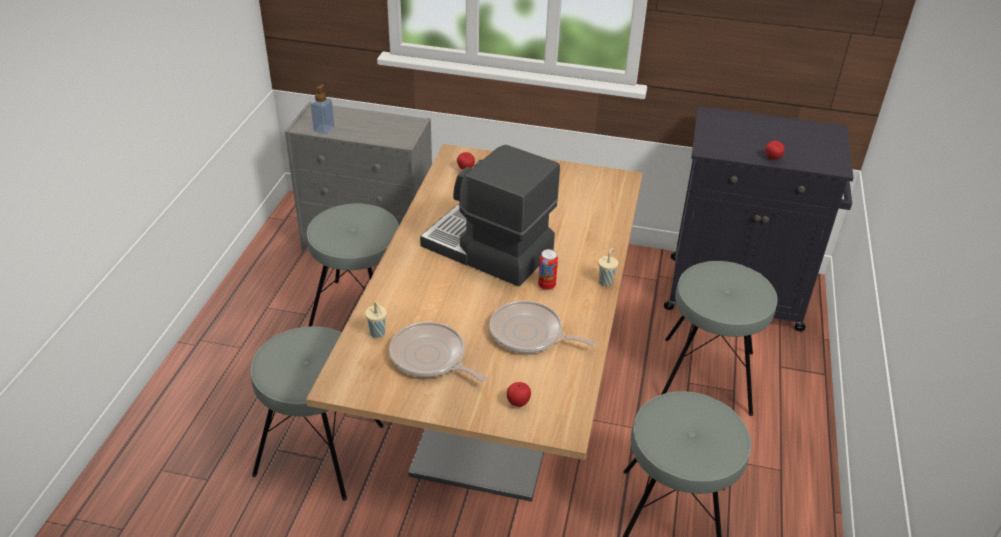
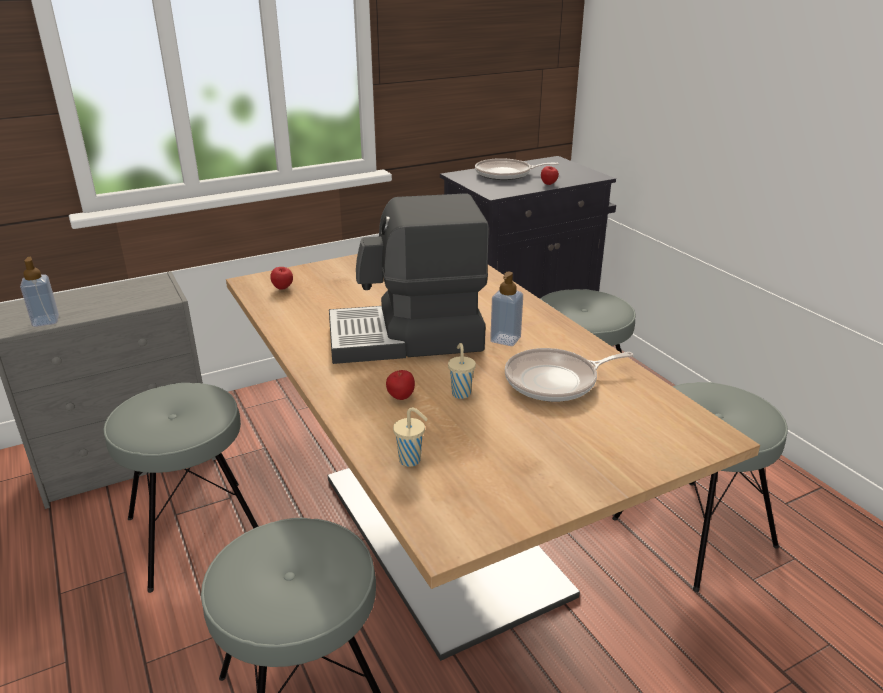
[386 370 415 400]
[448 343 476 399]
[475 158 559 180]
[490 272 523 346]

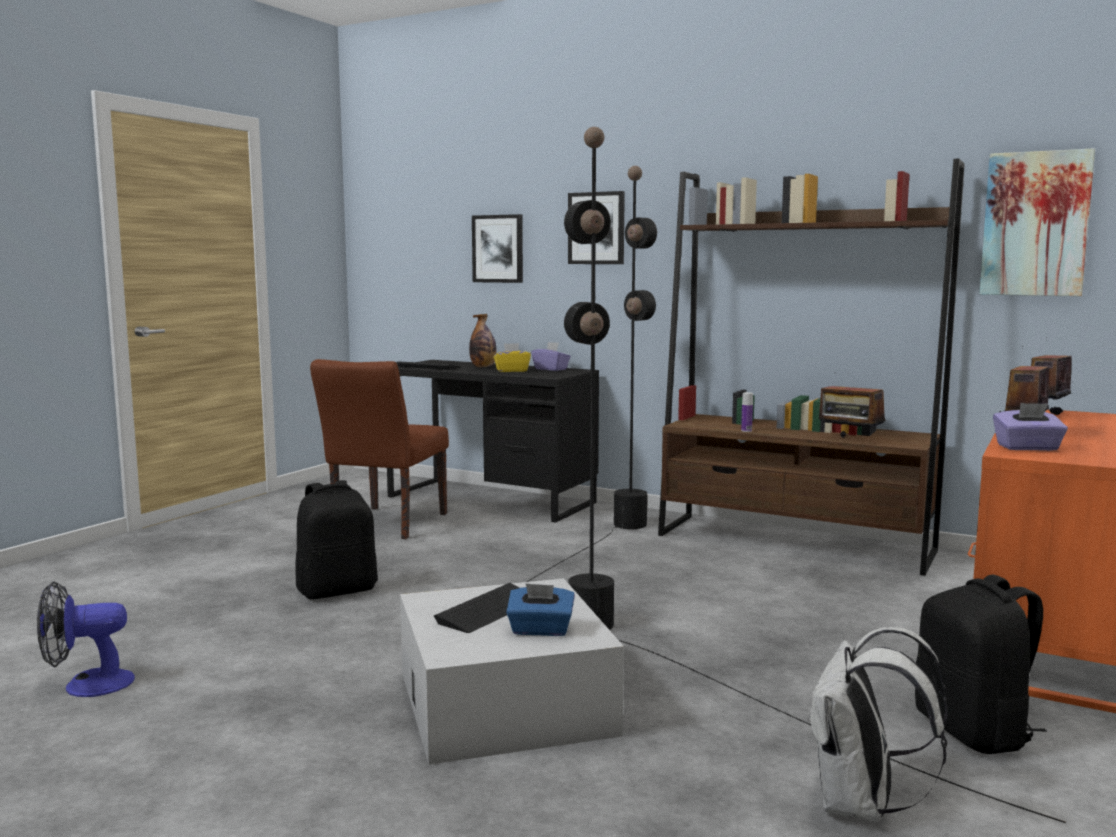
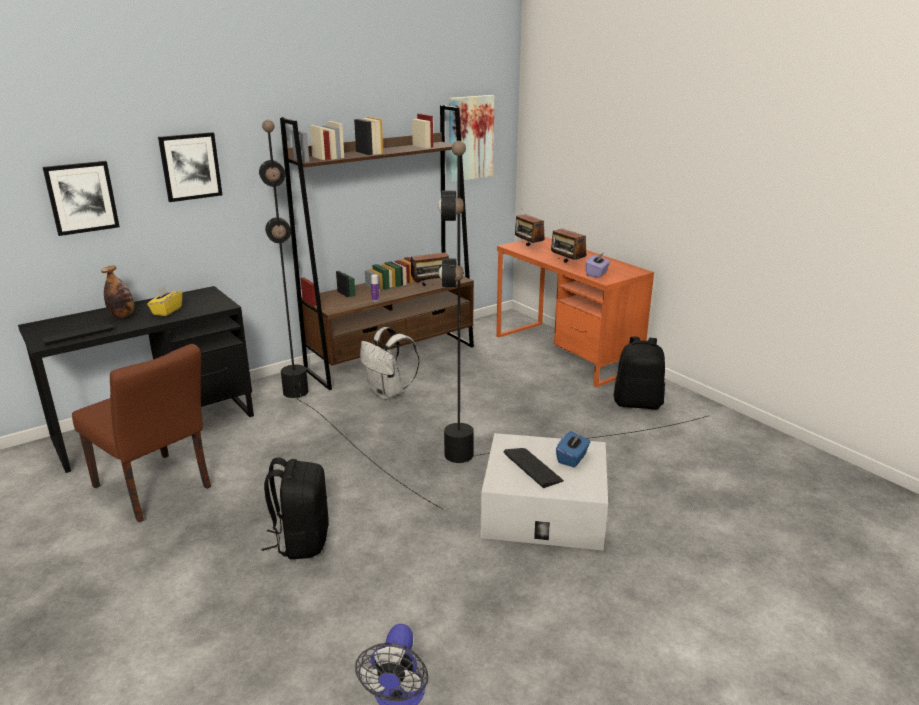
[360 327 419 400]
[531 342 571 371] (first image)

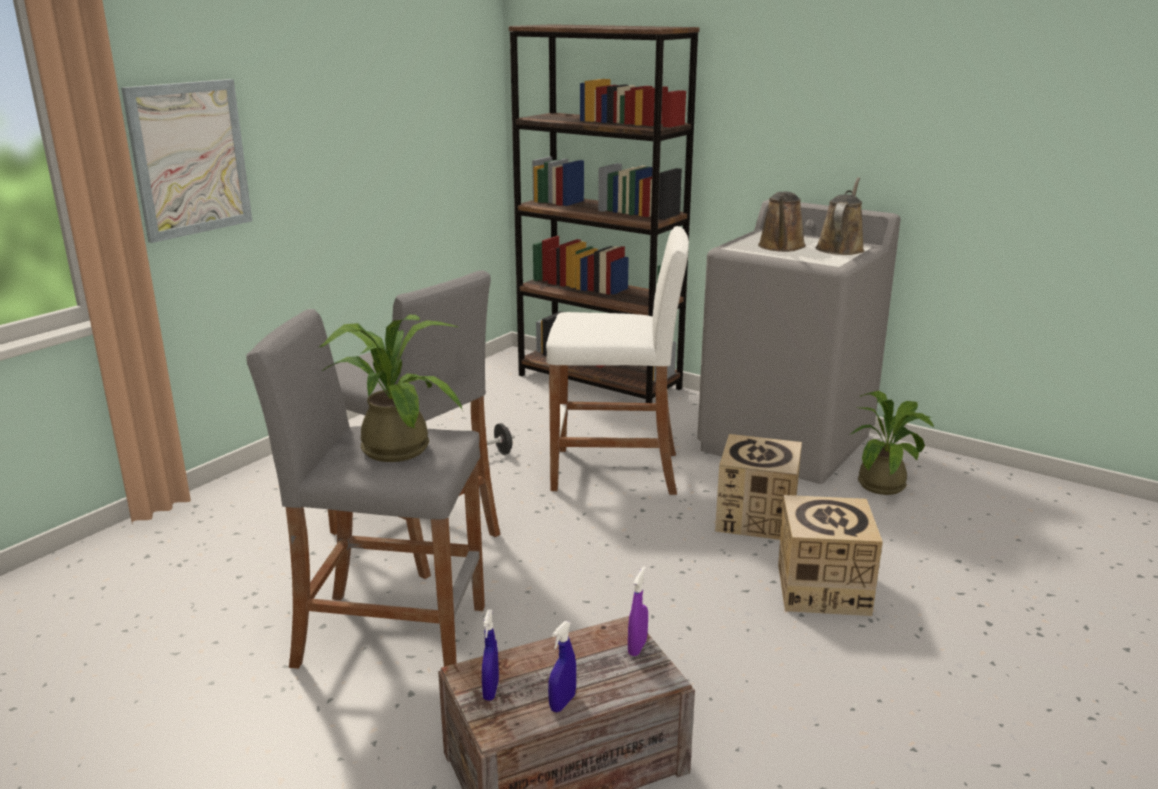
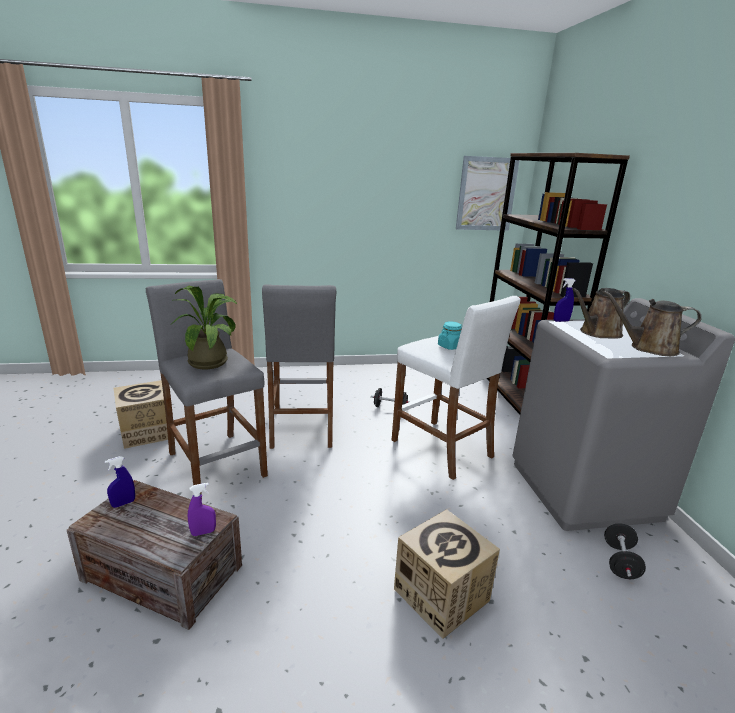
[114 380 168 449]
[438 322 462 350]
[456 156 520 231]
[554 278 575 322]
[603 290 702 356]
[604 524 646 579]

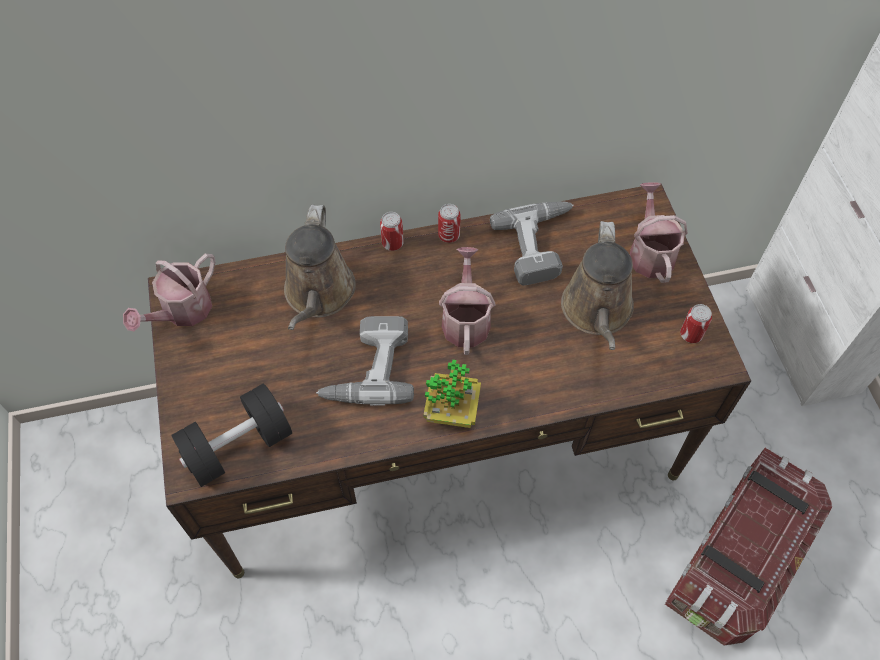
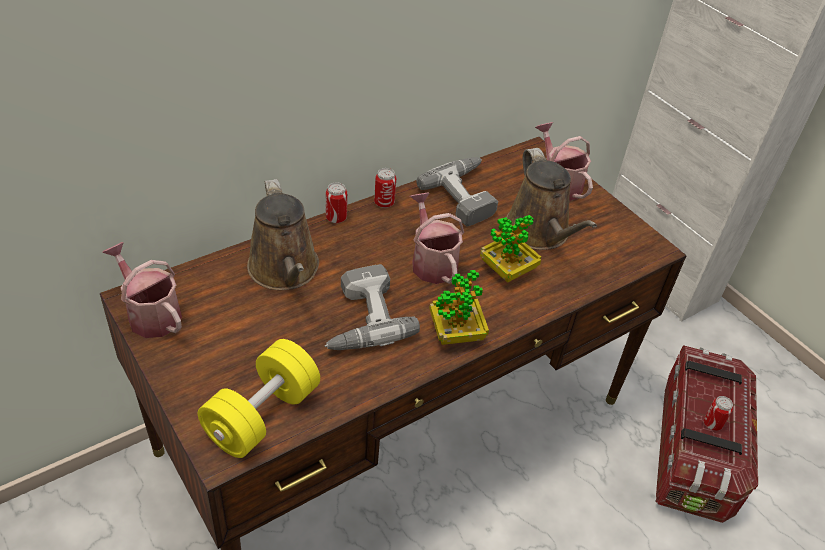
[102 242 182 338]
[198 339 320 458]
[480 215 541 283]
[703 396 733 431]

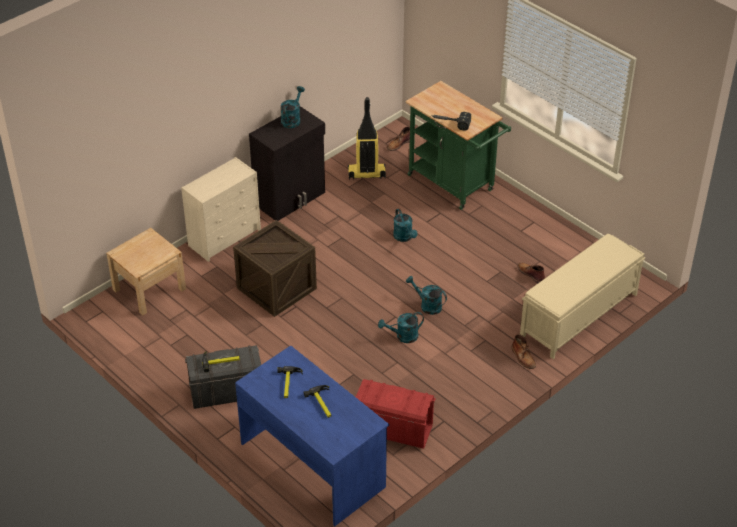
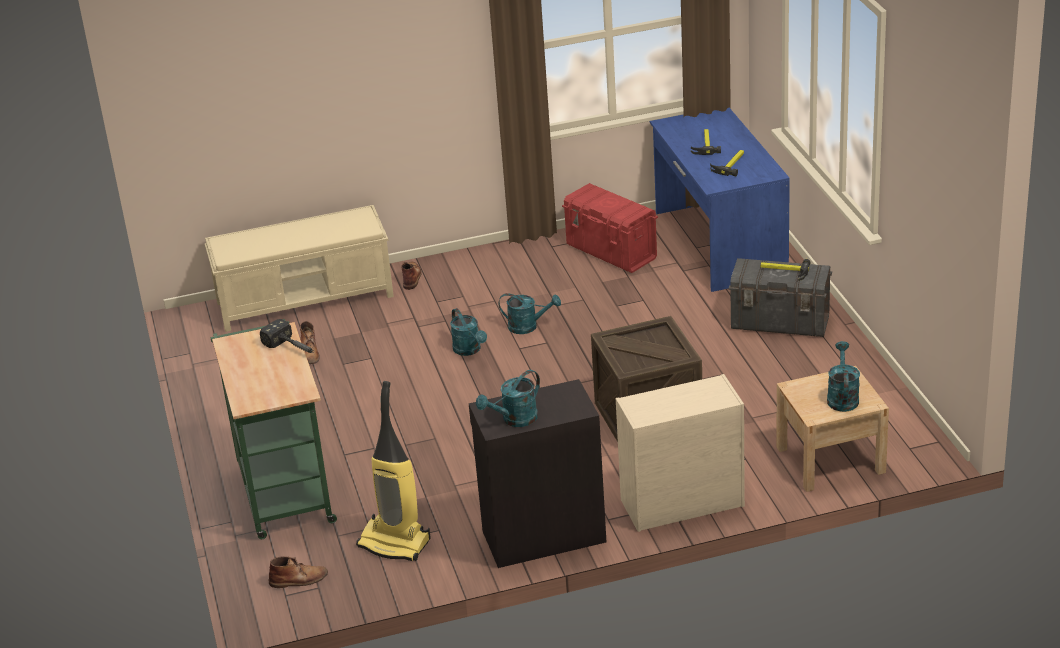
[827 341 860 412]

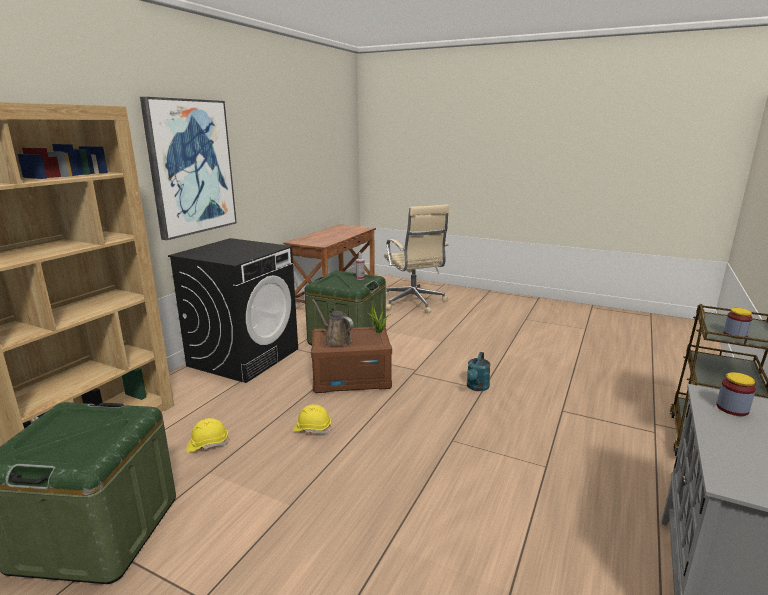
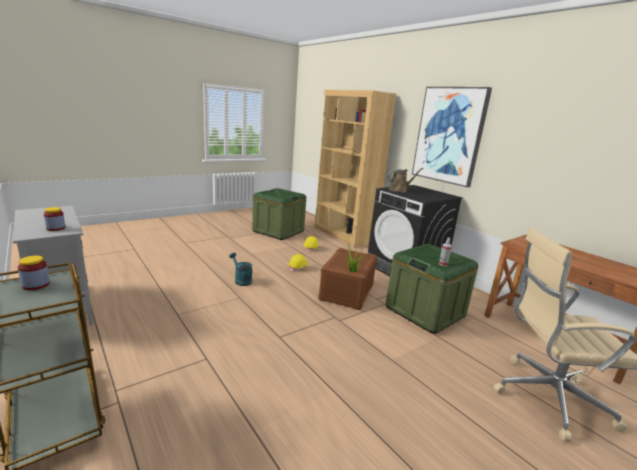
[229 253 253 286]
[387 168 424 192]

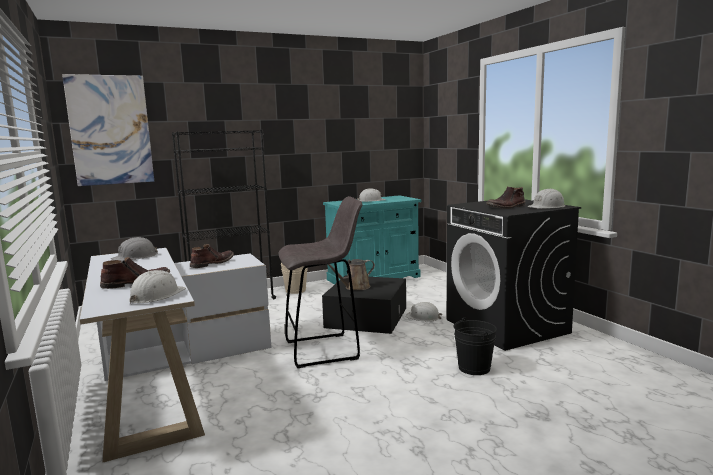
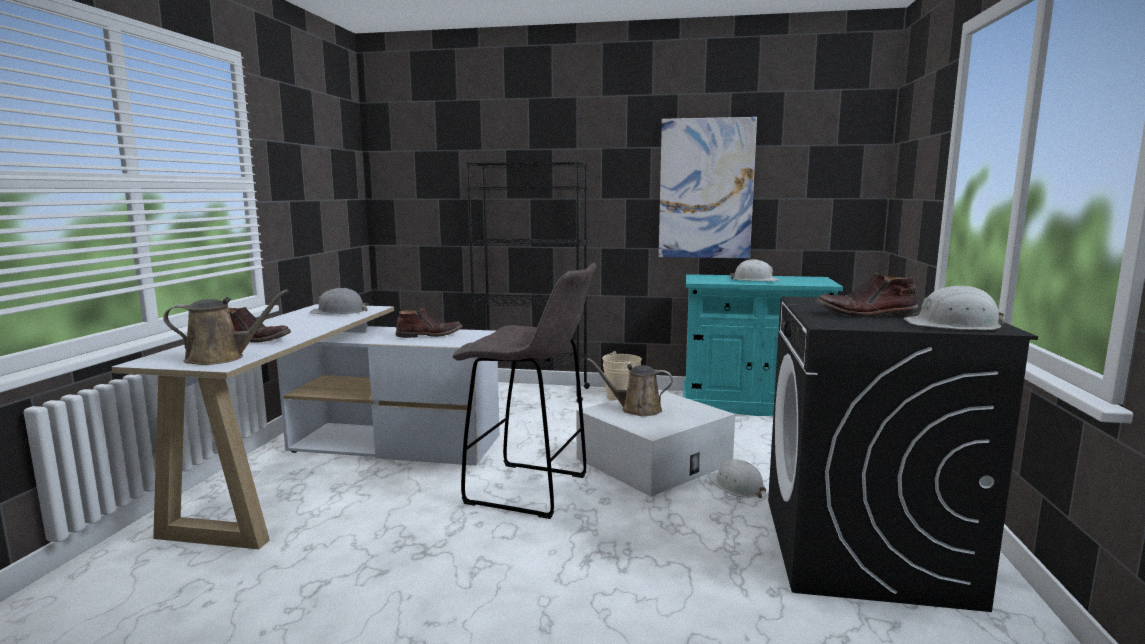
[163 289 289 365]
[577 389 735 496]
[659 117 757 258]
[454 318 497 375] (first image)

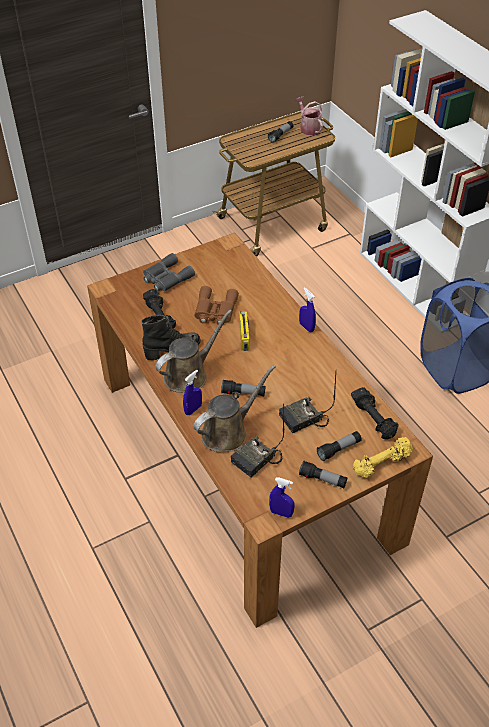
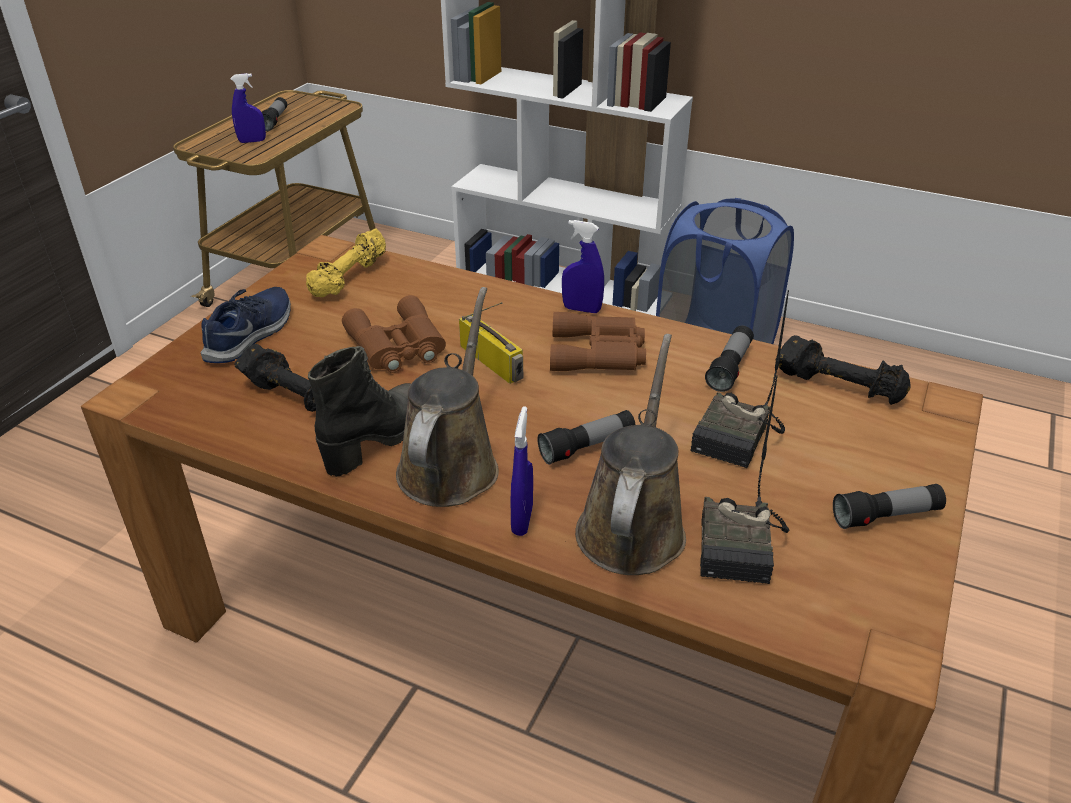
[201 287 291 363]
[231 73 266 143]
[306 228 386 297]
[550 312 646 371]
[705 326 754 392]
[295 97 323 135] (first image)

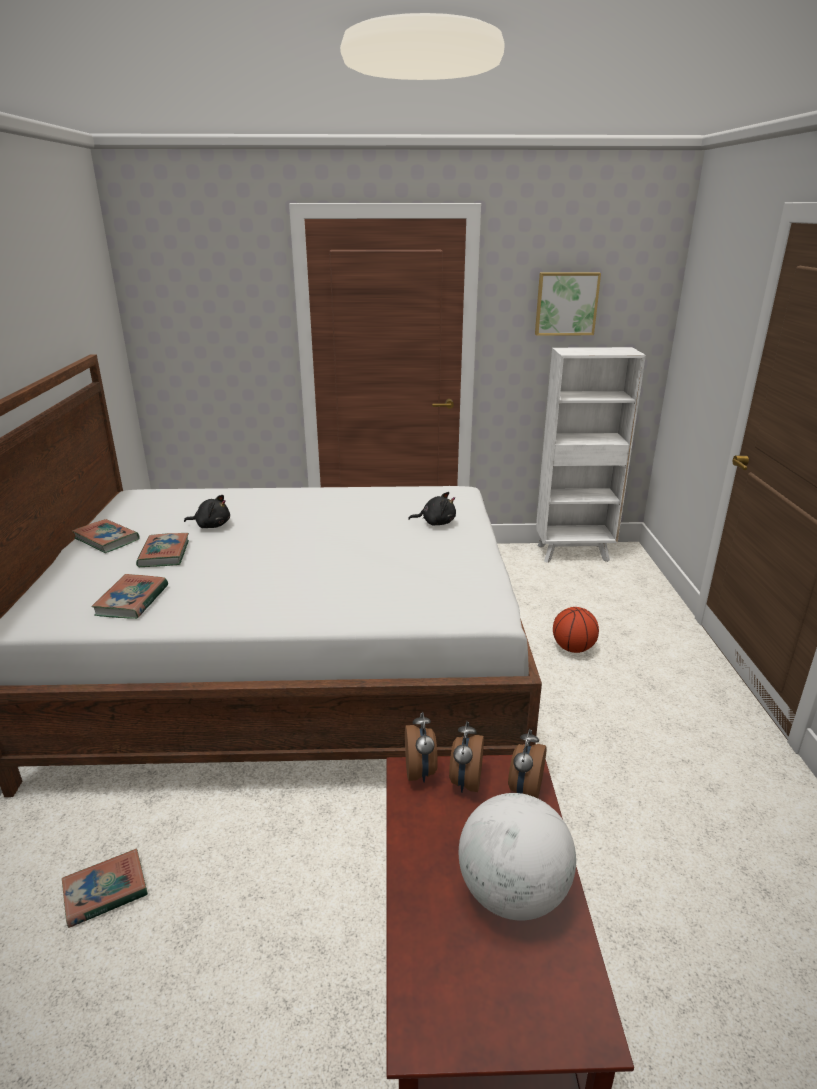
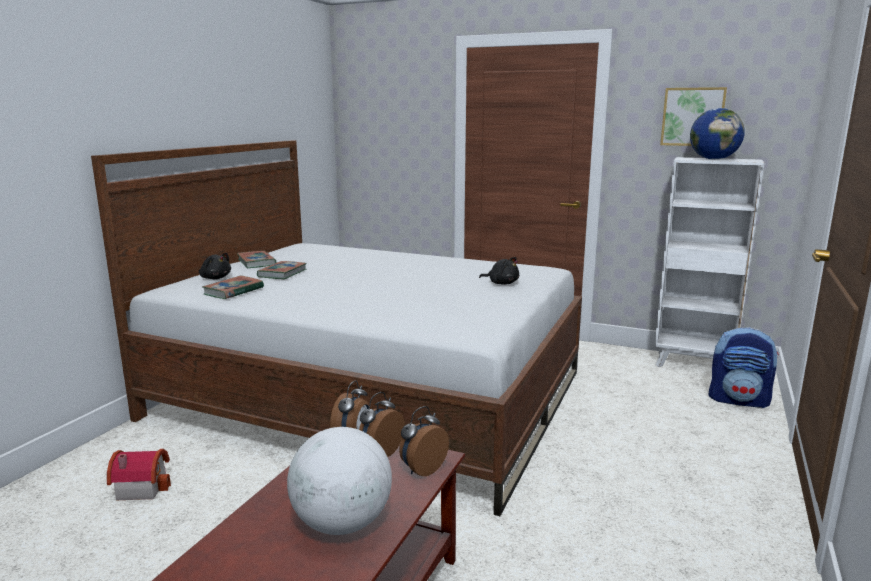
[107 449 171 500]
[199 253 231 279]
[690 108 745 160]
[708 327 779 408]
[553 607 599 653] (first image)

